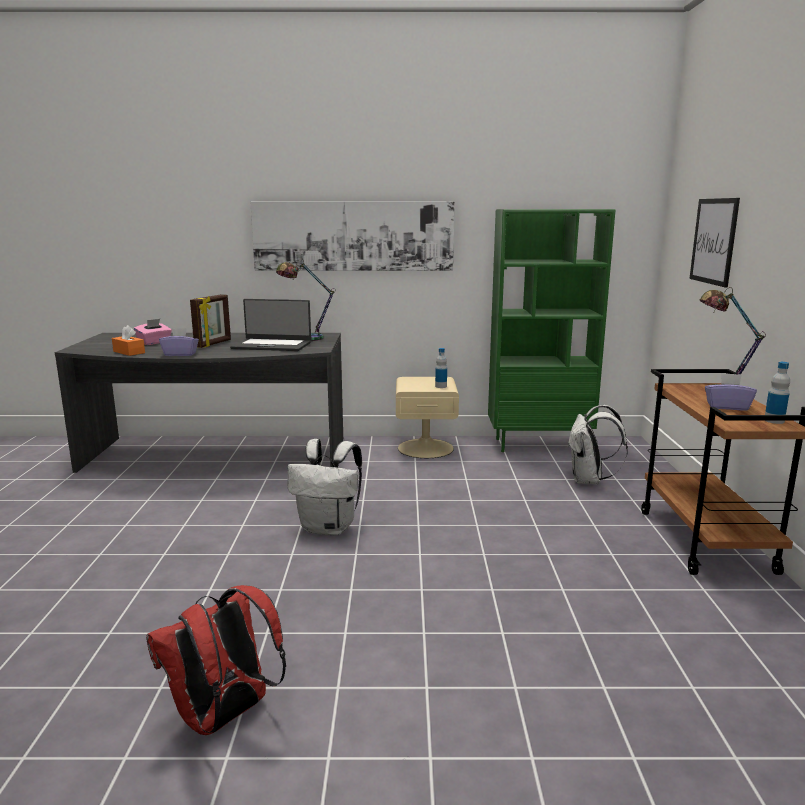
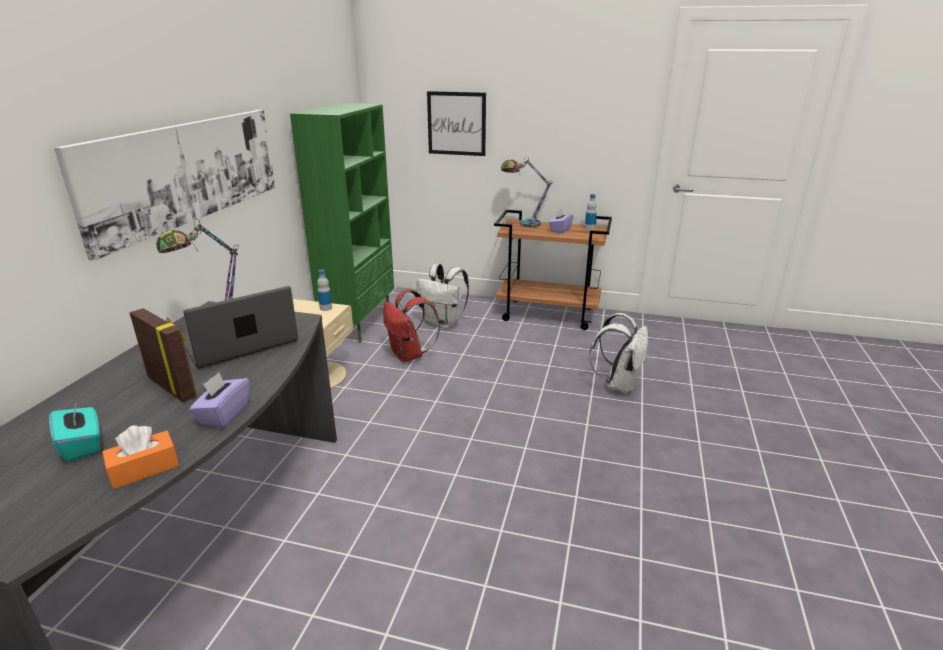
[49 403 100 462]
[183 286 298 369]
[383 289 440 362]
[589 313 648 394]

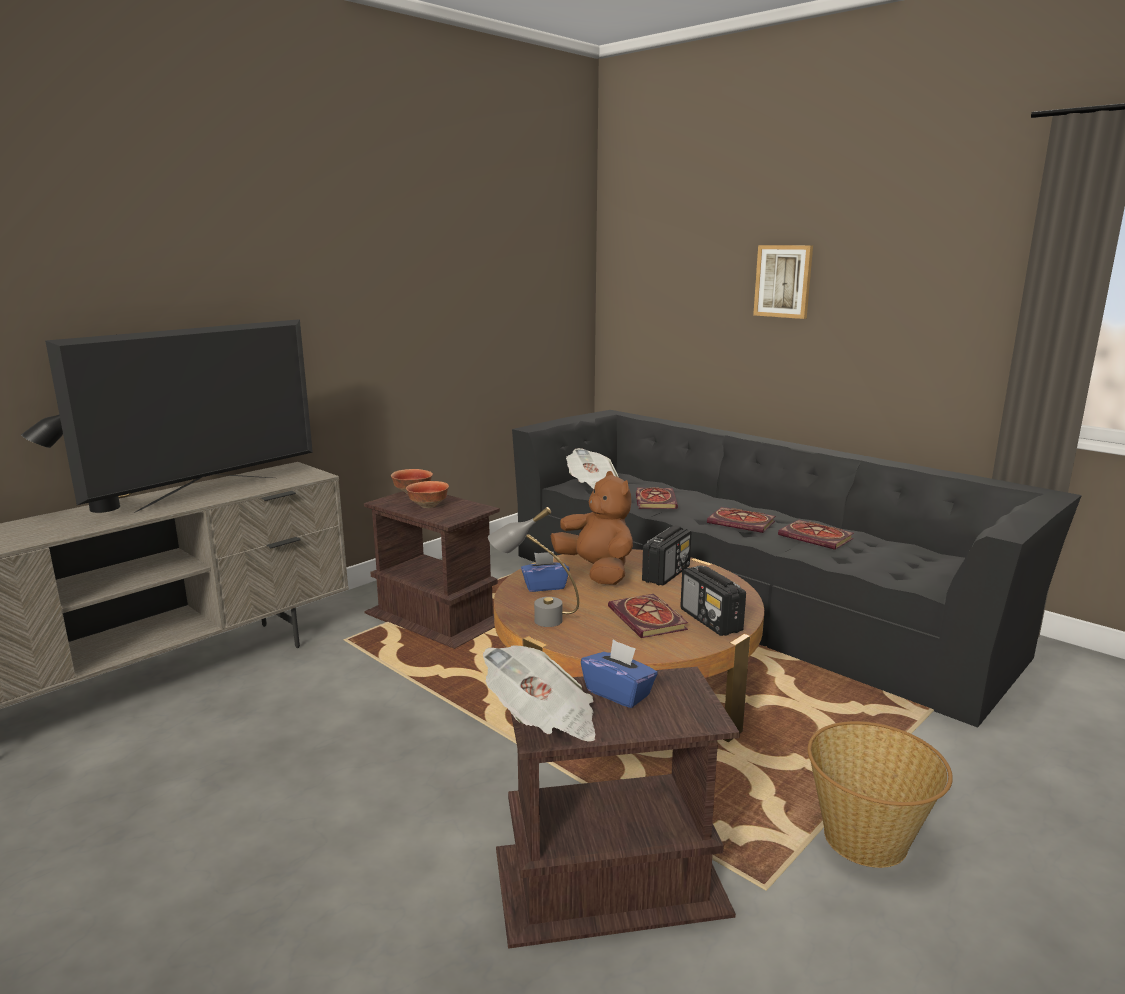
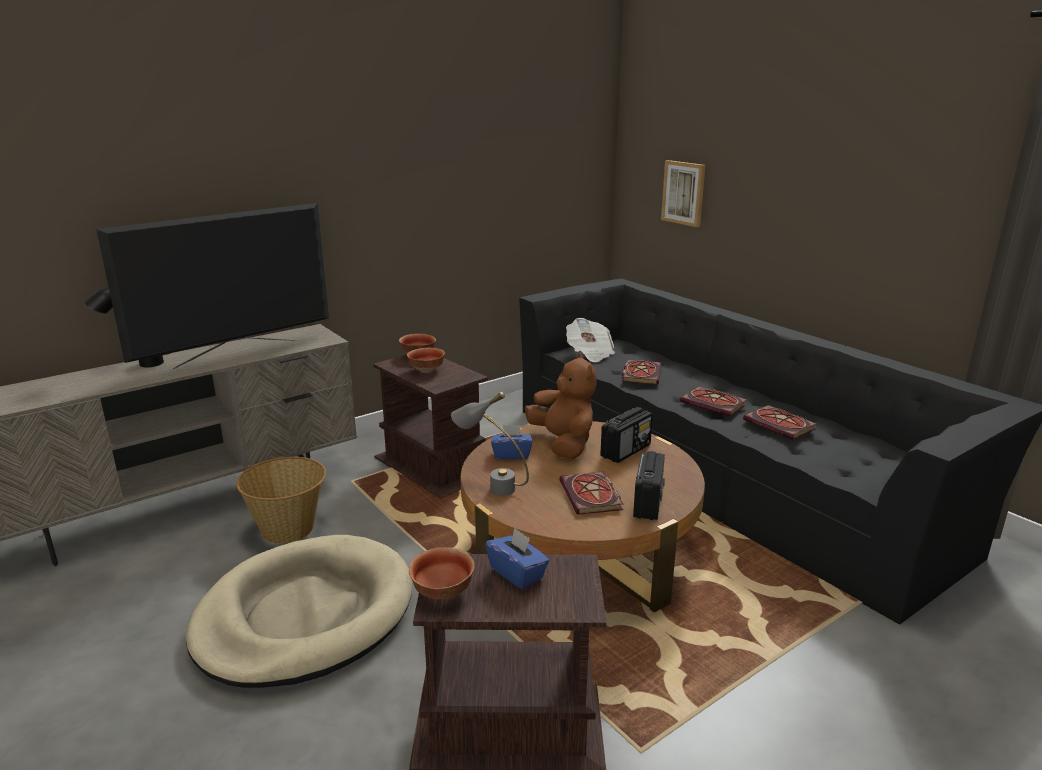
[186 535 412 688]
[236 457 326 544]
[409 547 475 599]
[633 451 665 520]
[661 160 705 227]

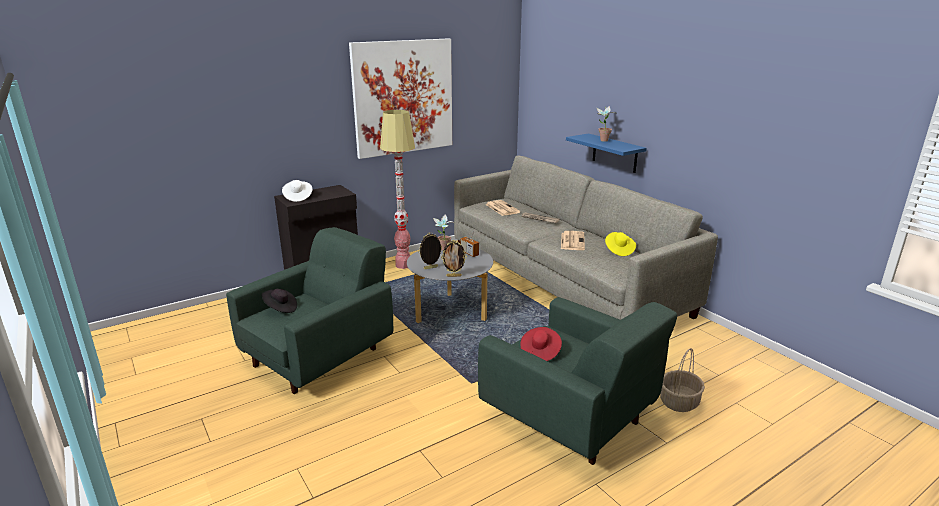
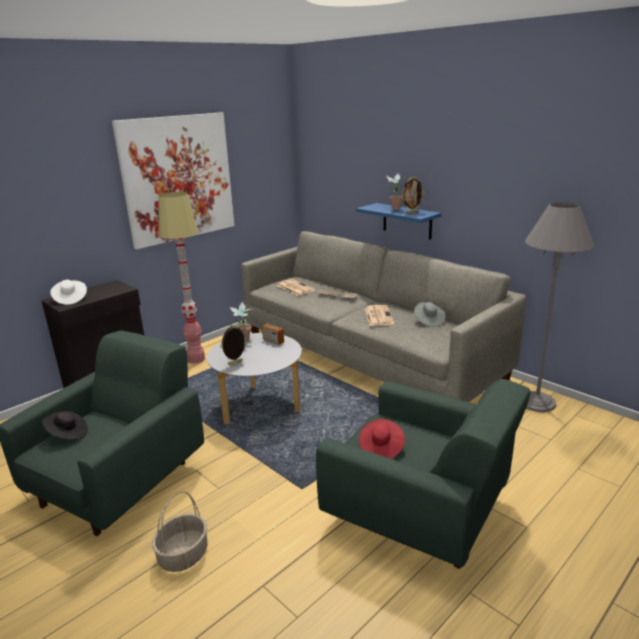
[152 491 208 572]
[401 176 424 214]
[414 302 446 327]
[525 202 595 412]

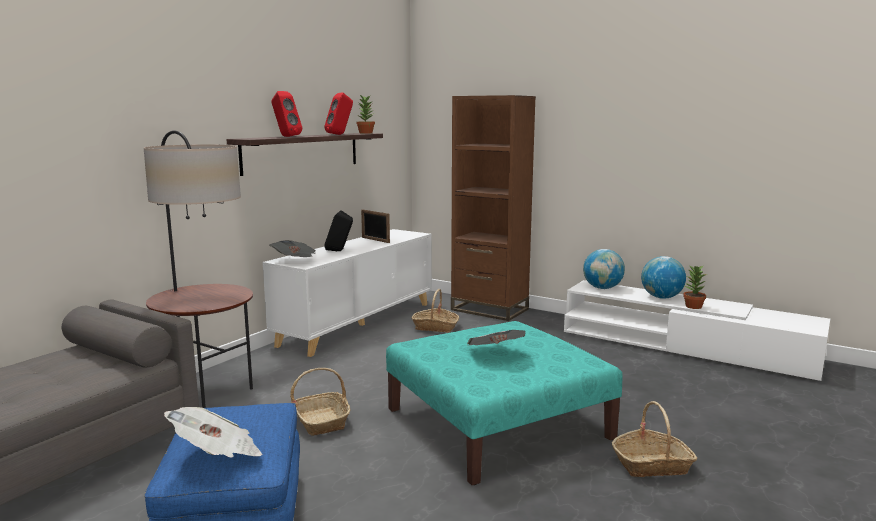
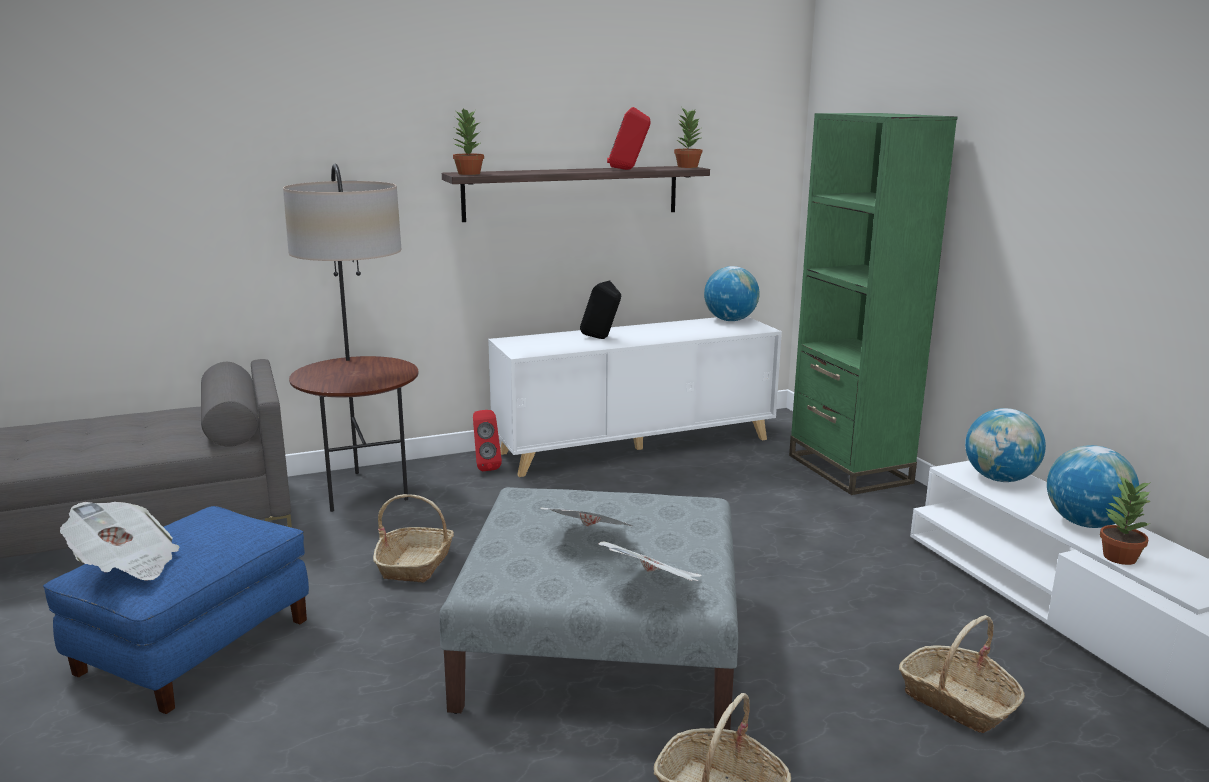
[439 487 738 730]
[452 108 484 175]
[473 410 502 471]
[599 542 702 581]
[704 266 760 321]
[789 113 957 495]
[899 615 1025 733]
[361 210 390 243] (first image)

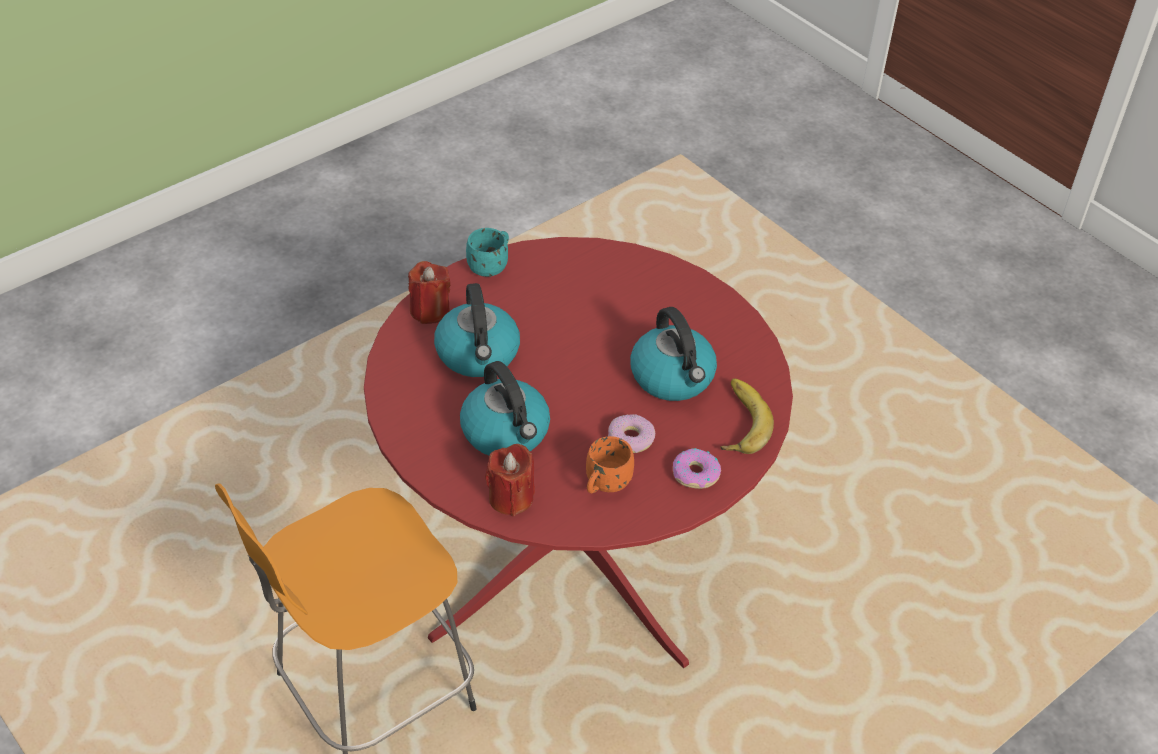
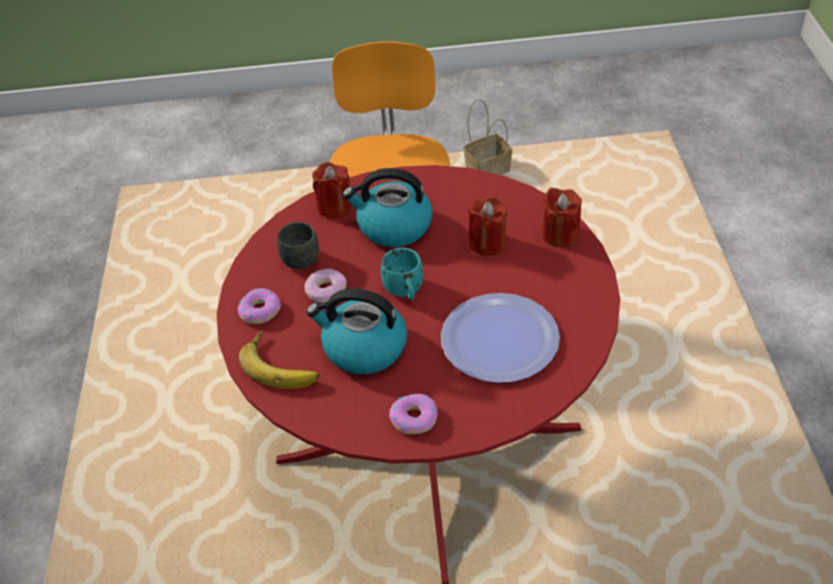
[277 222 319 269]
[381 248 423 300]
[389 393 438 434]
[441 293 560 383]
[463 100 512 175]
[468 196 507 255]

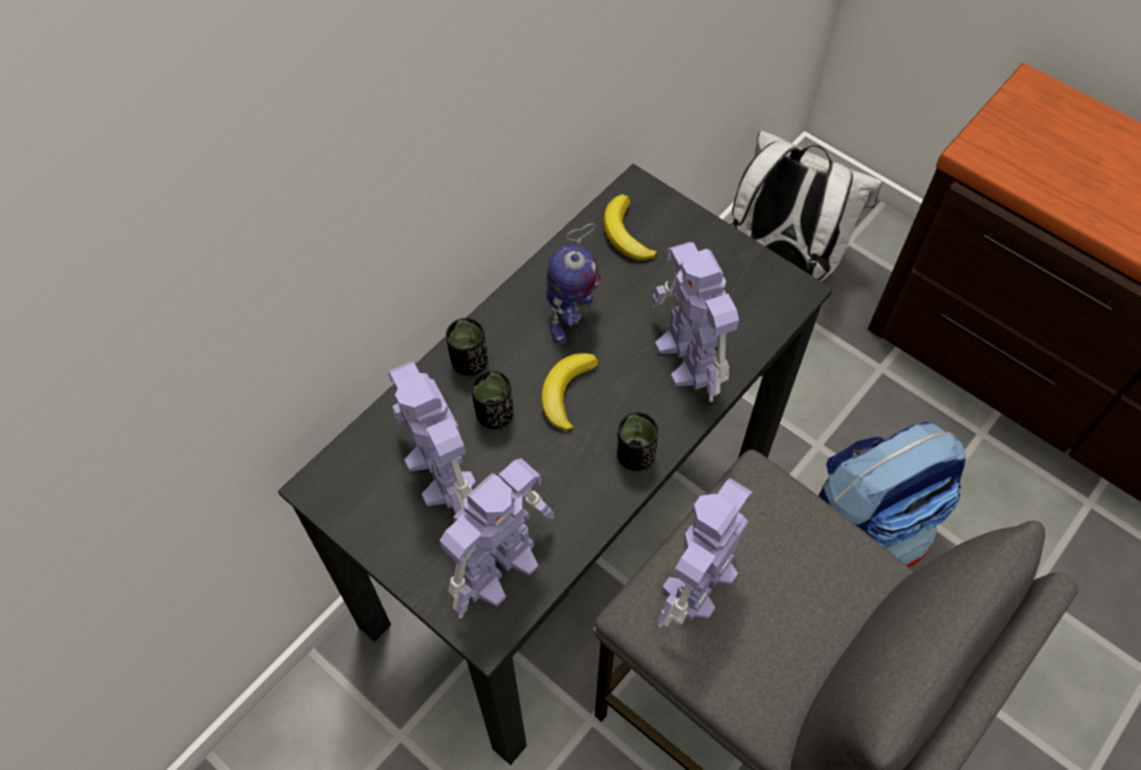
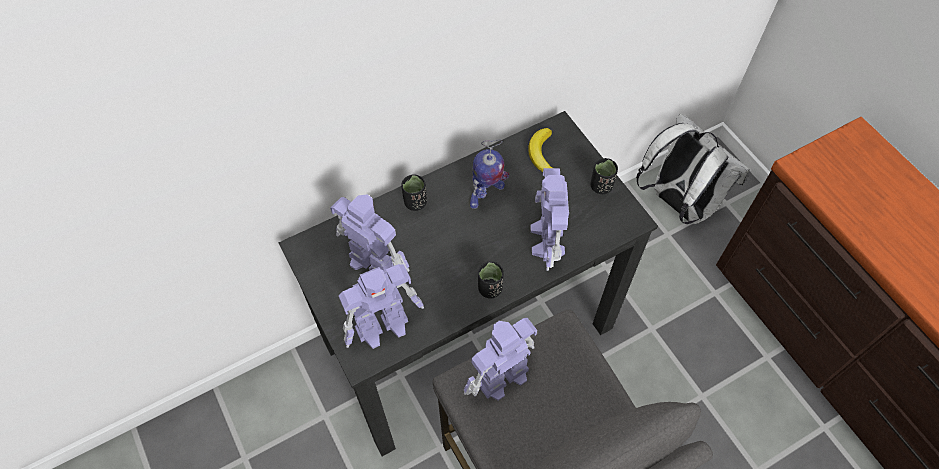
[330 195 410 272]
[590 158 618 194]
[541 353 598 432] (first image)
[819 422 966 567] (first image)

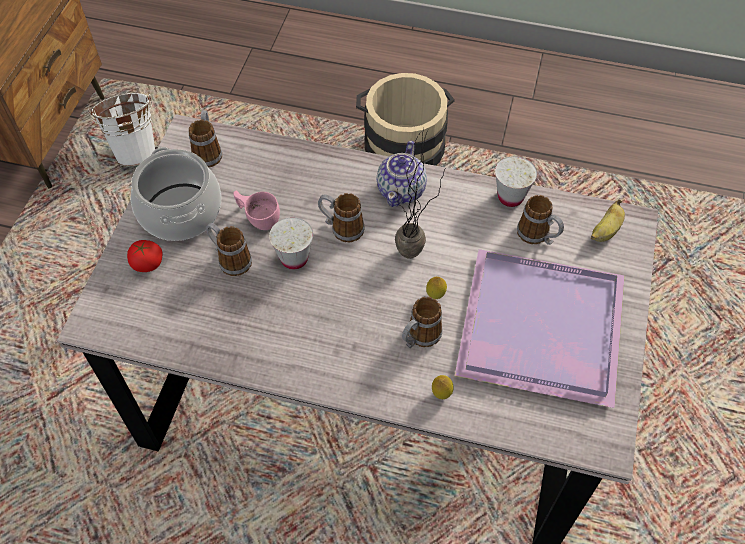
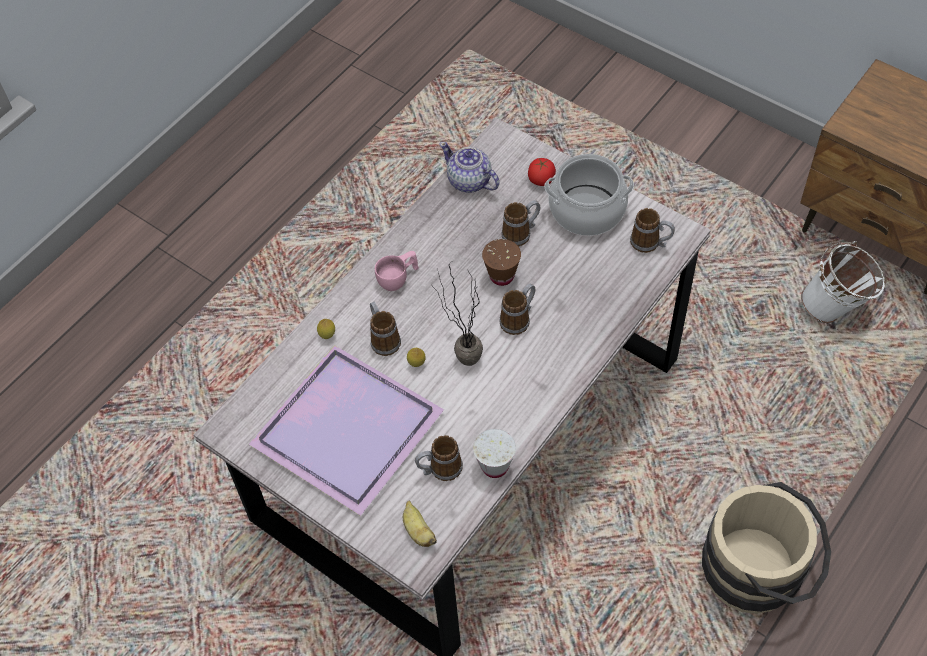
[375 251 419 291]
[439 142 499 193]
[482 239 521 286]

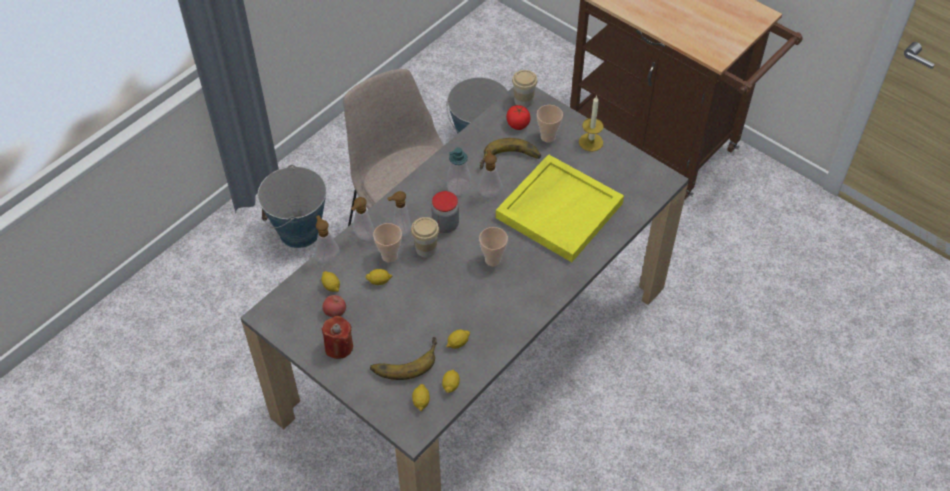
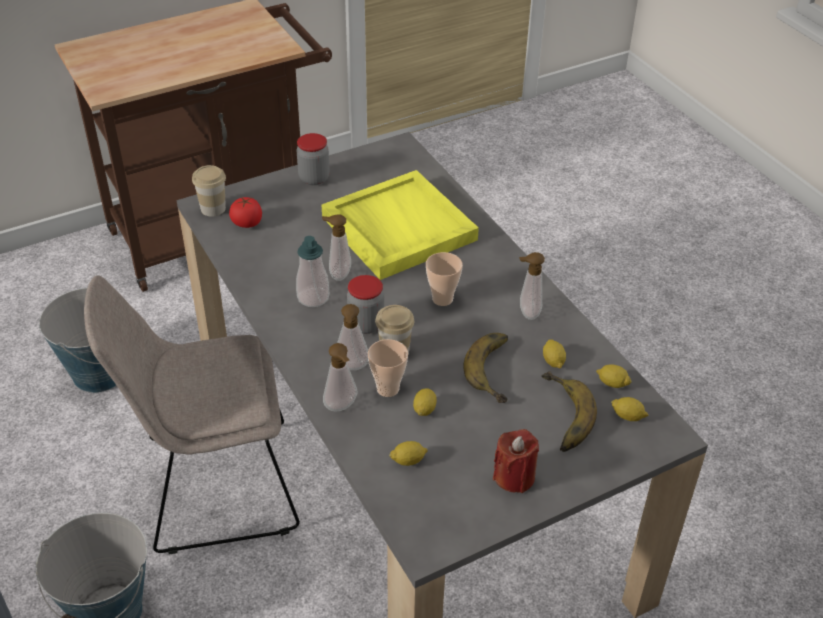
[297 133 330 185]
[463 333 508 403]
[519 252 545 320]
[323 295 346 317] (first image)
[537 105 563 143] (first image)

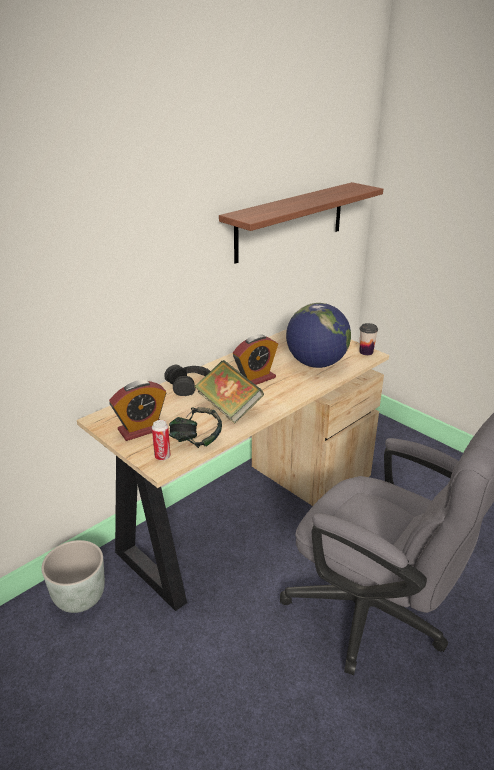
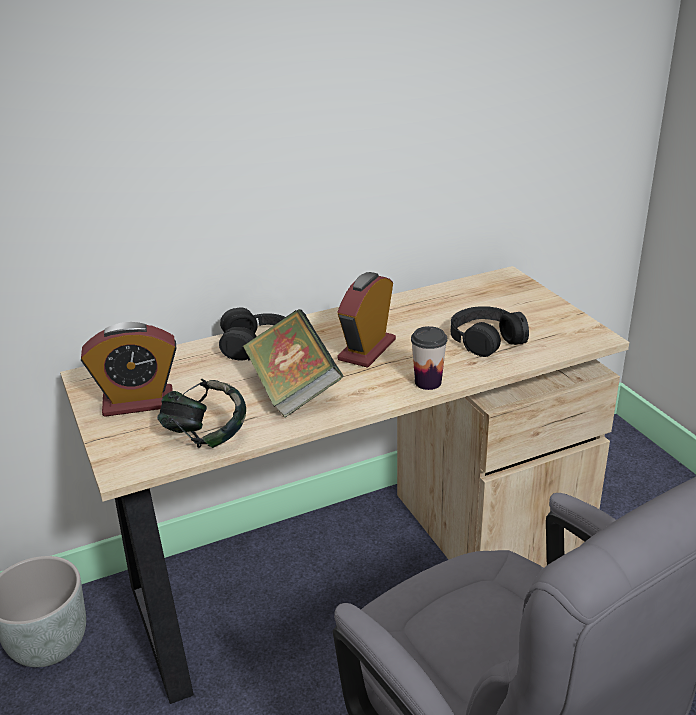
[337 272 396 368]
[411 326 447 390]
[451 306 529 357]
[152 420 171 461] (first image)
[219 182 383 264] (first image)

